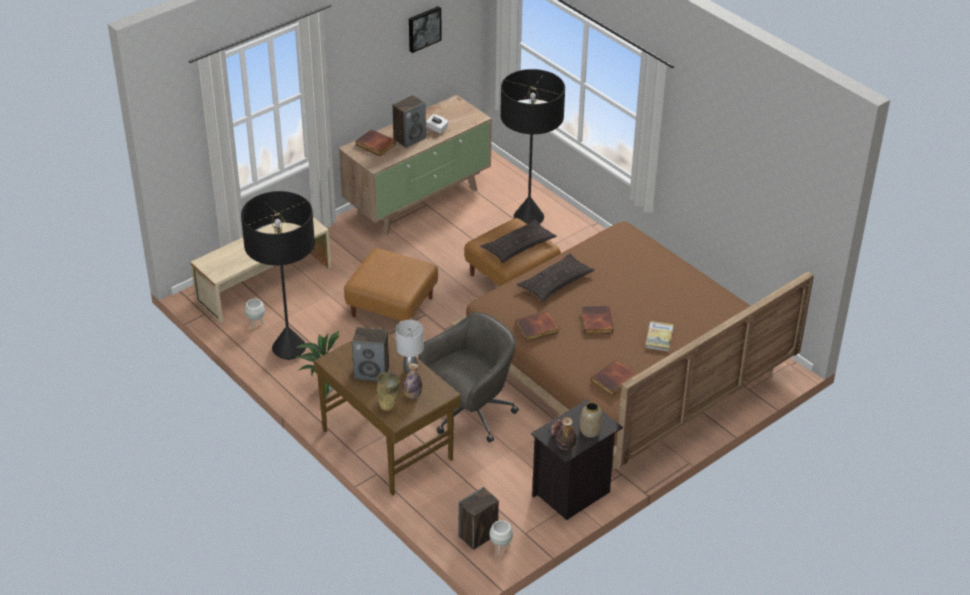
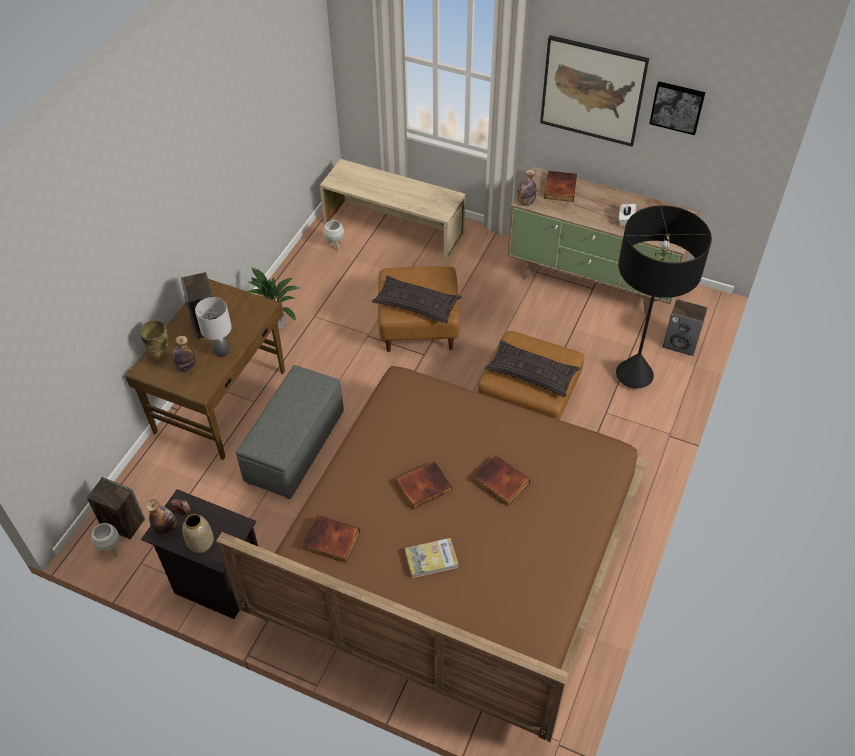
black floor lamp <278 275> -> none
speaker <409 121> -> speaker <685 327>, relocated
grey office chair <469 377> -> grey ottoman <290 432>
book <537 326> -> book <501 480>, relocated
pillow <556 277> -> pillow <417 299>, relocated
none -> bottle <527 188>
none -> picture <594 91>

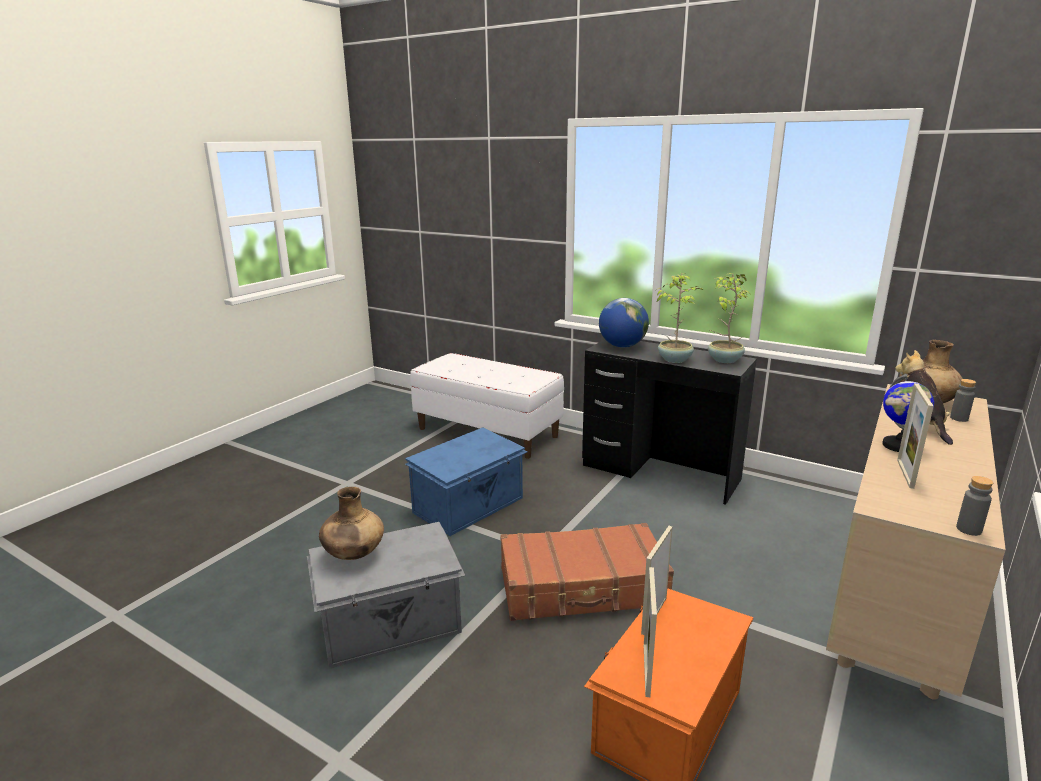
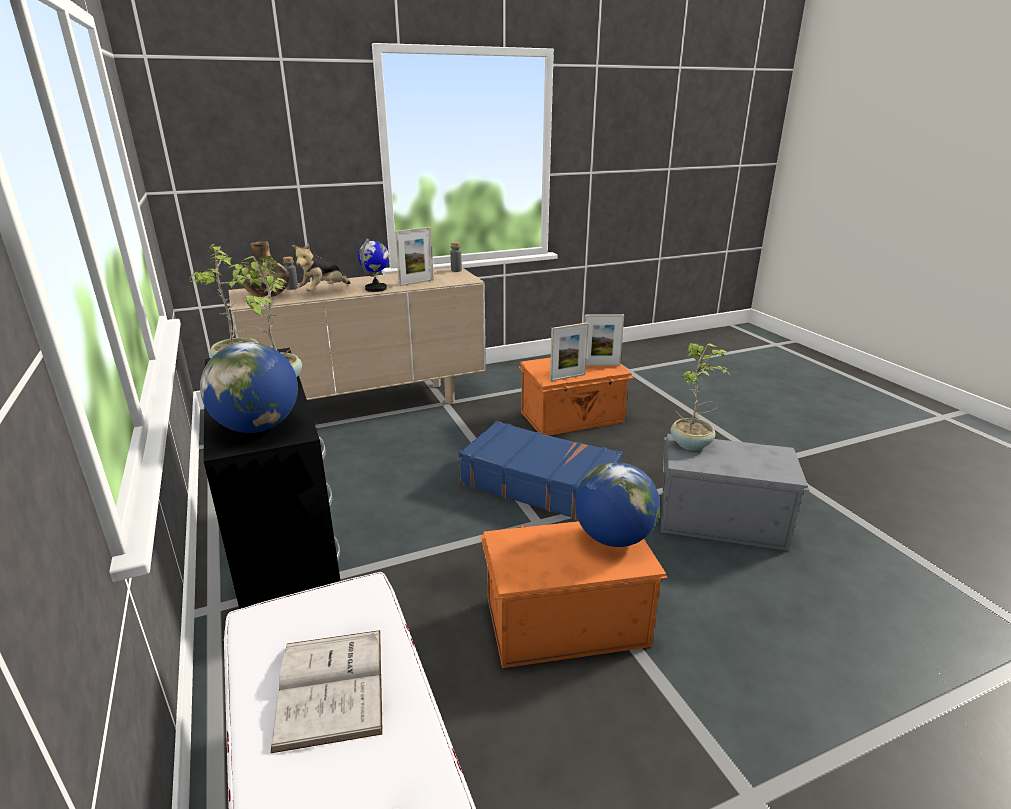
brown vase <351 523> -> none
blue storage box <466 481> -> orange storage box <573 594>
brown suitcase <587 572> -> blue suitcase <541 470>
picture frame <650 632> -> picture frame <604 340>, 45 degrees clockwise
none -> white book <326 691>
none -> globe <617 504>
none -> potted plant <700 396>

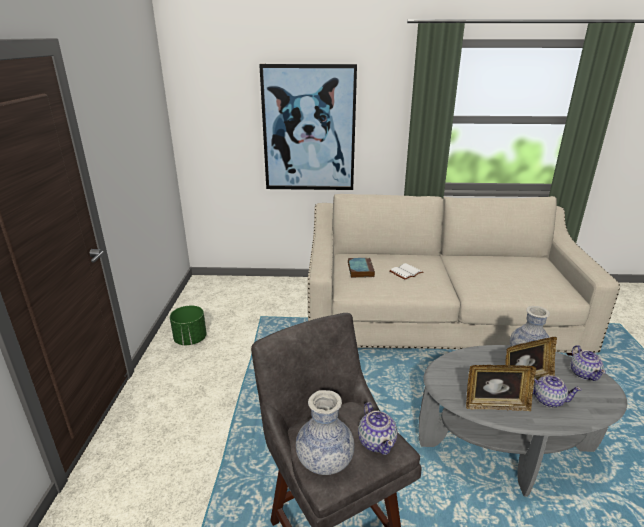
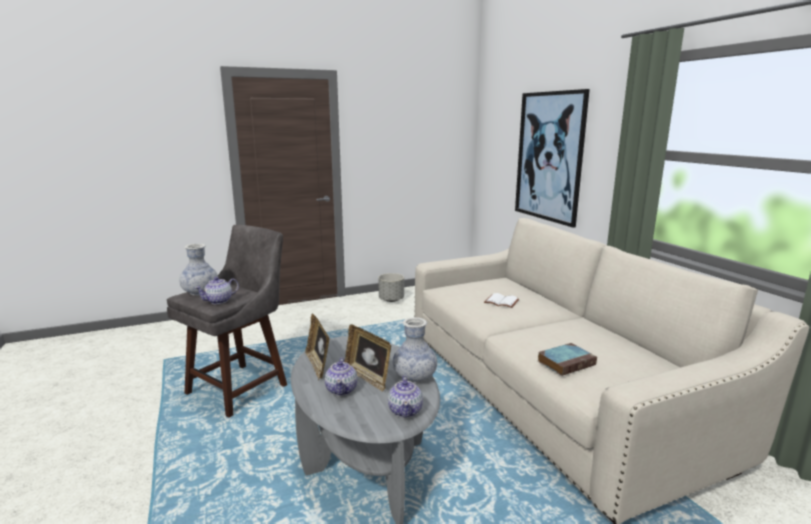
green planter <188 325> -> grey planter <391 287>
book <361 268> -> book <567 359>, relocated
teapot <588 363> -> teapot <405 397>, 60 degrees counterclockwise

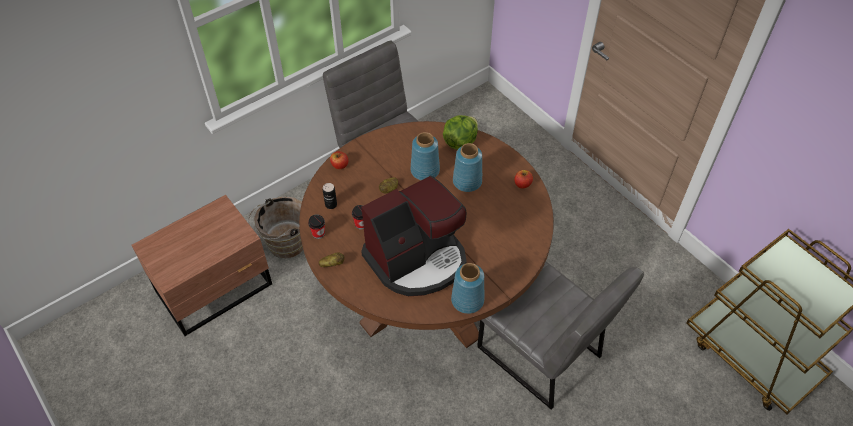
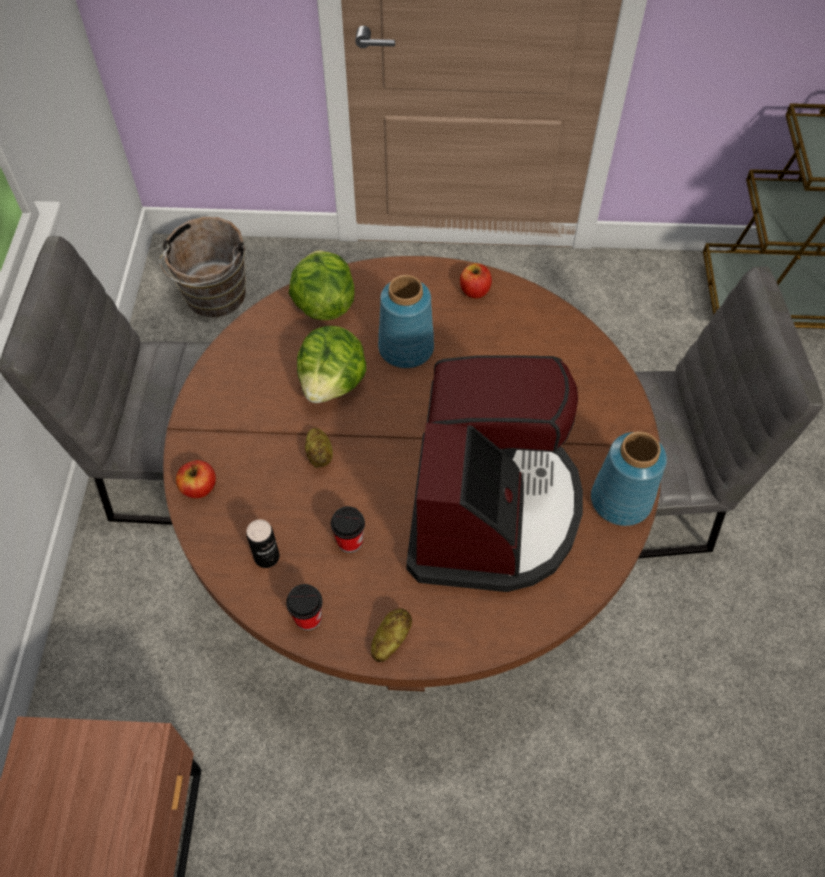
brown bucket <275 227> -> brown bucket <201 267>, relocated
blue vase <425 156> -> lettuce <331 364>

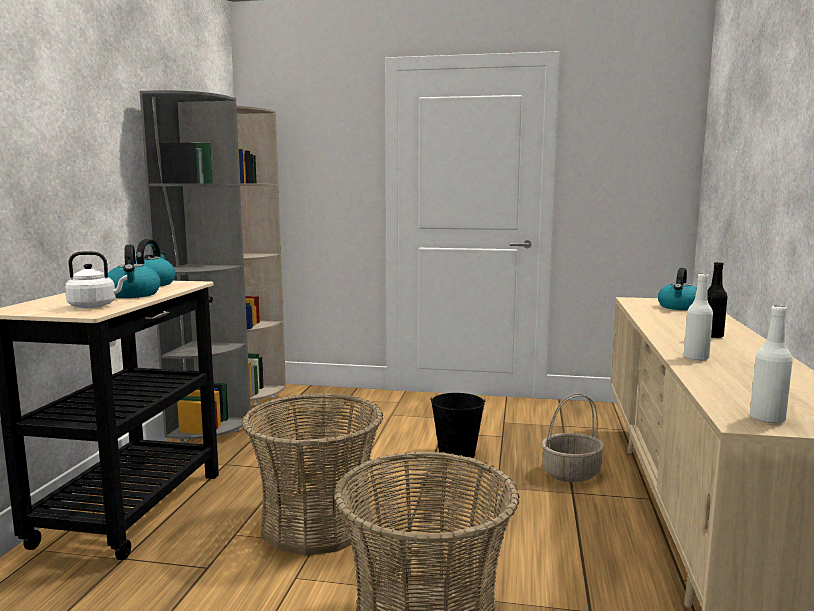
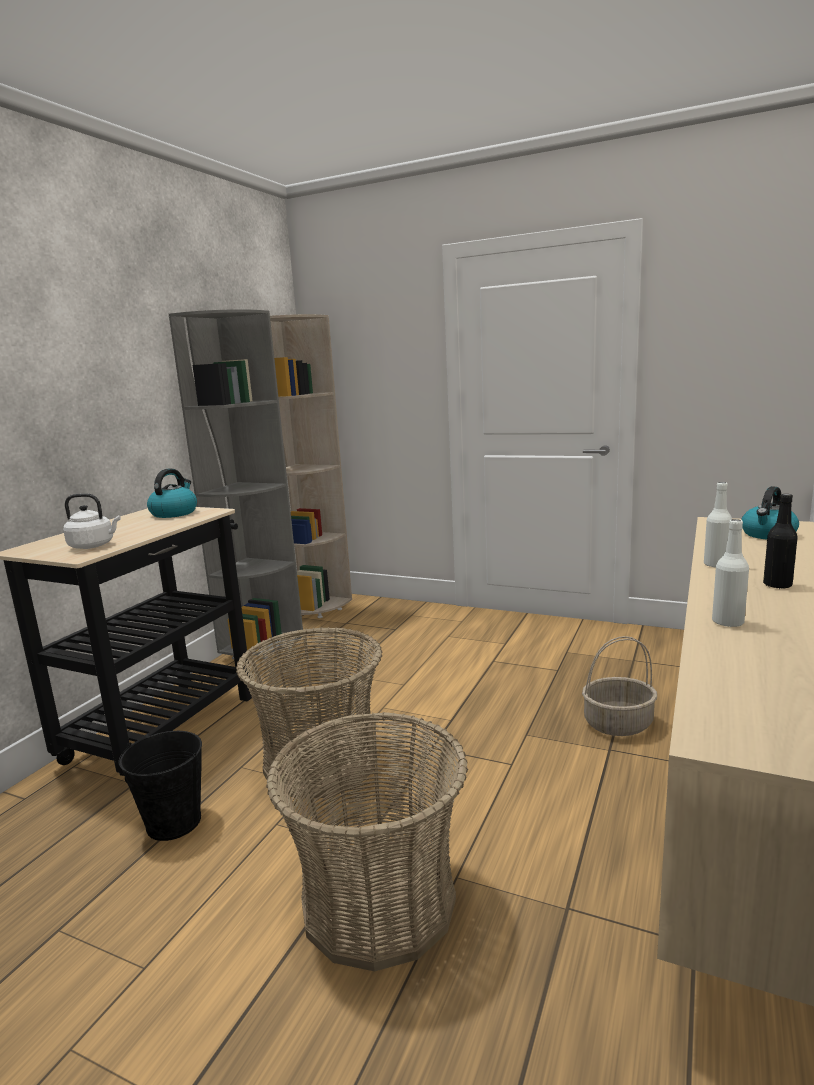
kettle <134 271> -> none
black bucket <458 427> -> black bucket <160 786>, relocated
white bottle <771 365> -> white bottle <718 525>, relocated

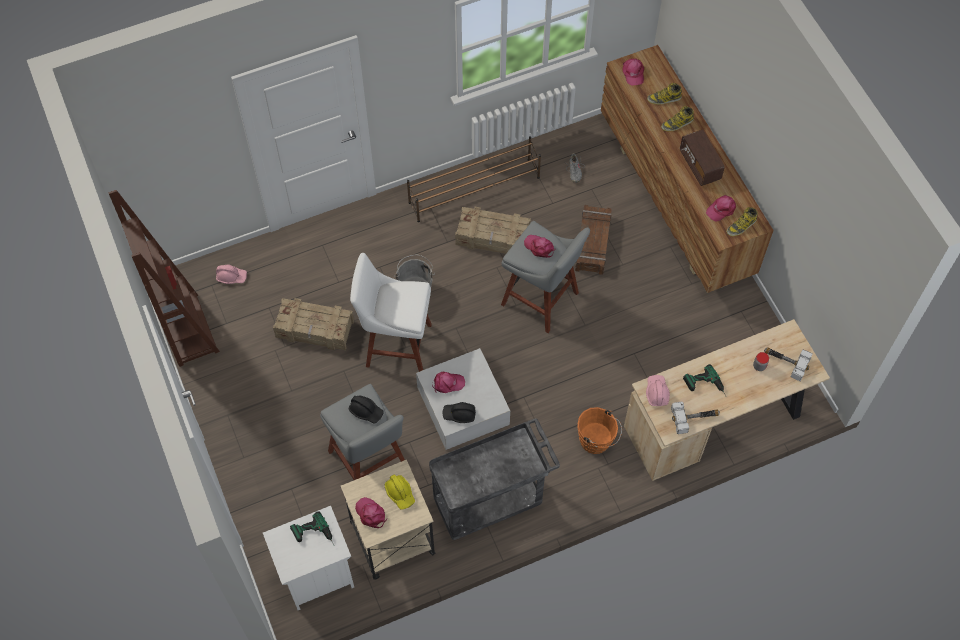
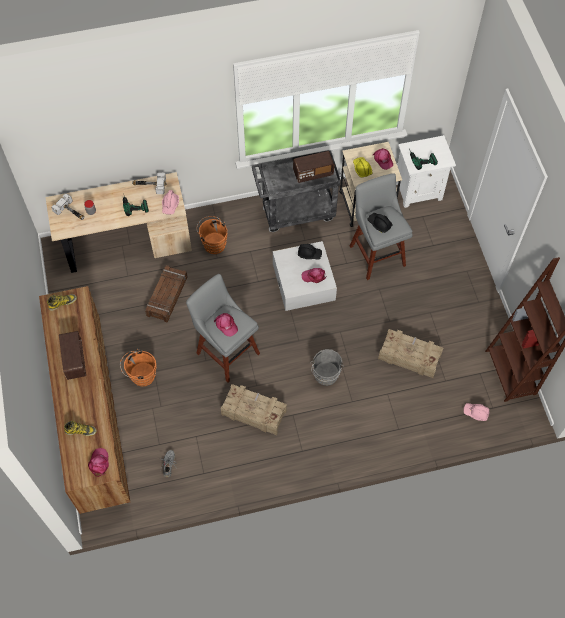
white stool <391 312> -> none
brown shoe rack <474 179> -> none
crate <593 240> -> crate <166 294>, relocated
boot <677 118> -> none
pink cap <721 208> -> none
none -> orange bucket <138 367>
none -> radio <313 167>

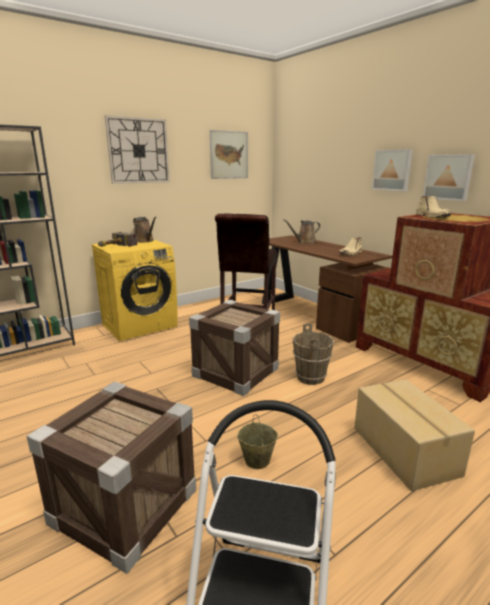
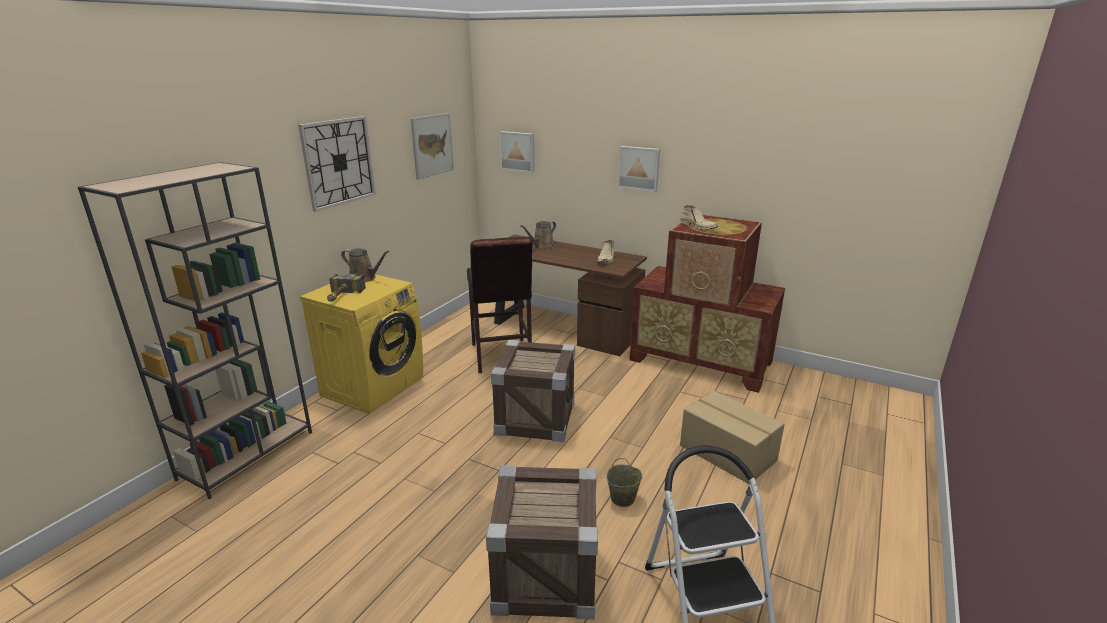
brown bucket <313 354> -> none
picture <449 177> -> picture <517 152>, relocated

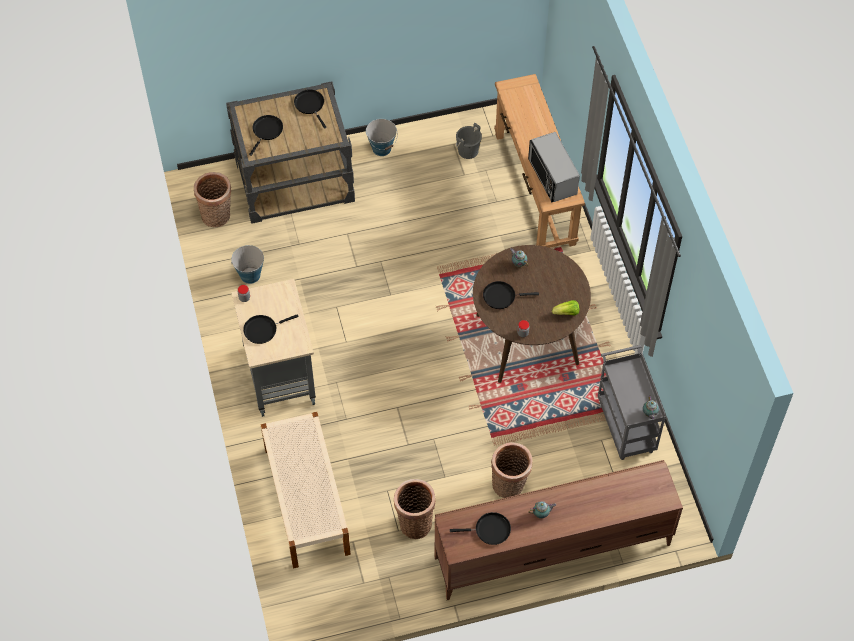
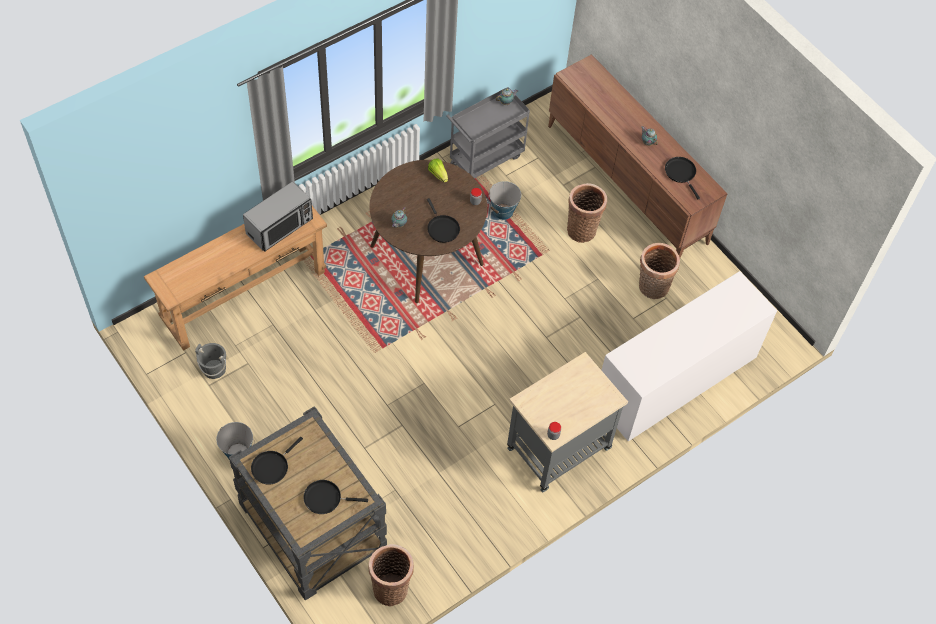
bucket <247 264> -> bucket <504 200>, relocated
black frying pan <271 329> -> none
beige bench <306 490> -> dresser <689 356>

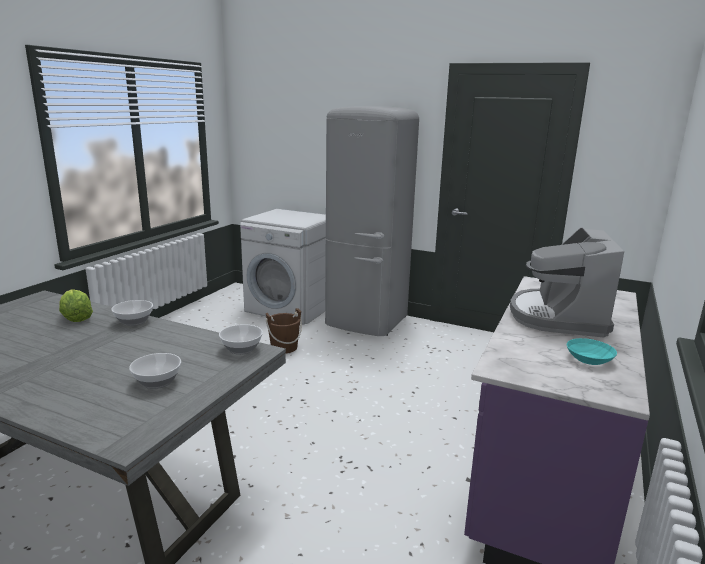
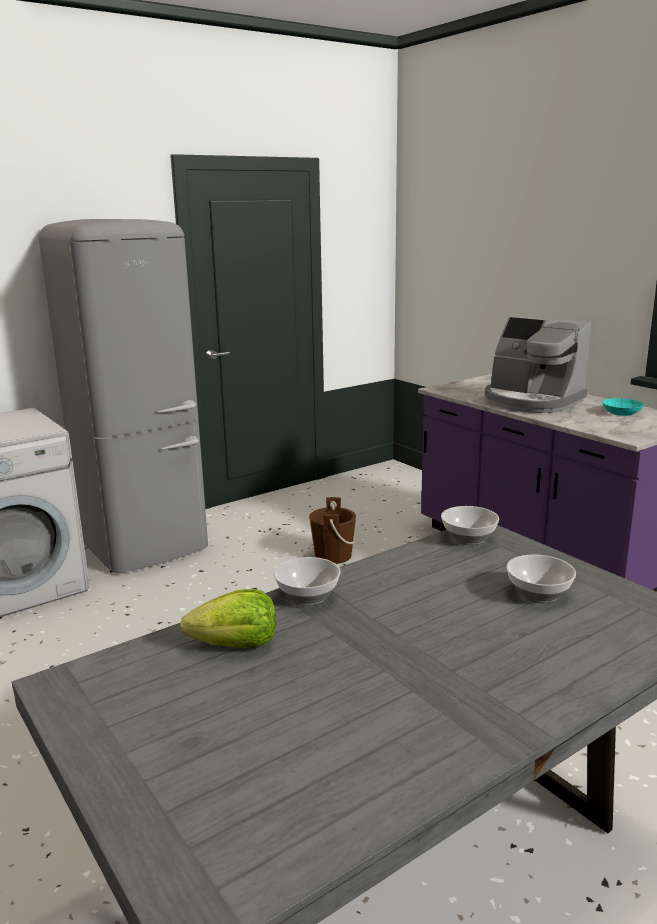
brown bucket <284 330> -> brown bucket <332 530>, relocated

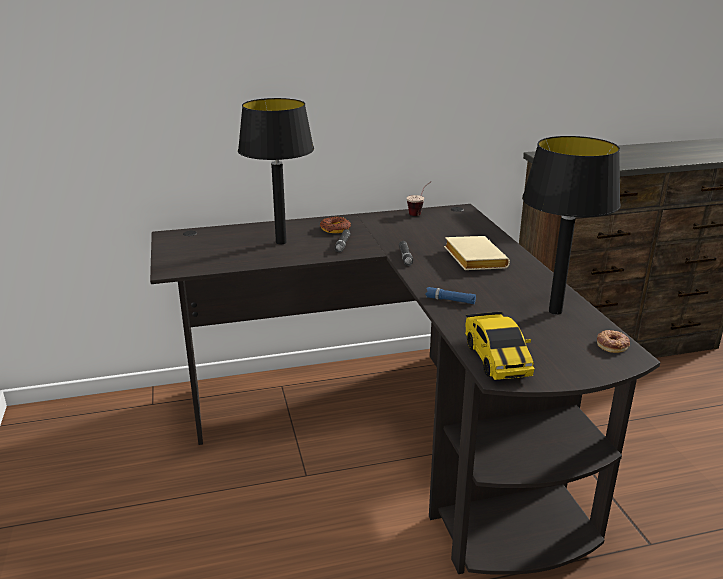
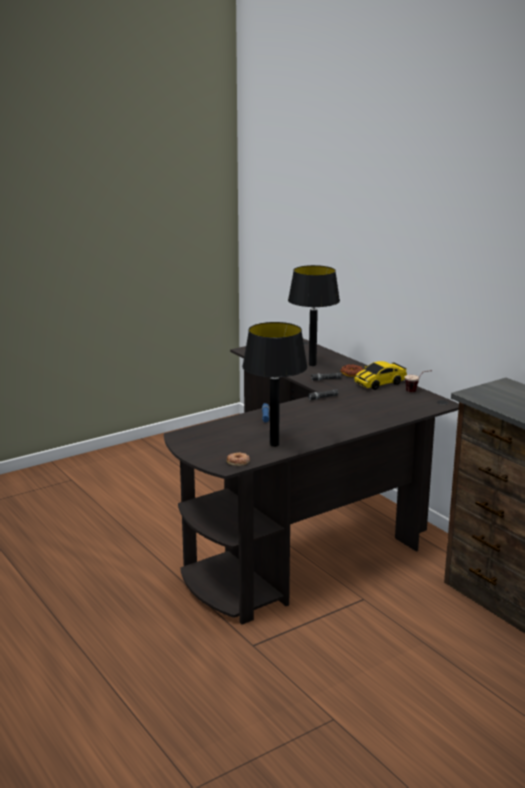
beige book <477 253> -> none
toy car <500 346> -> toy car <380 375>, relocated

